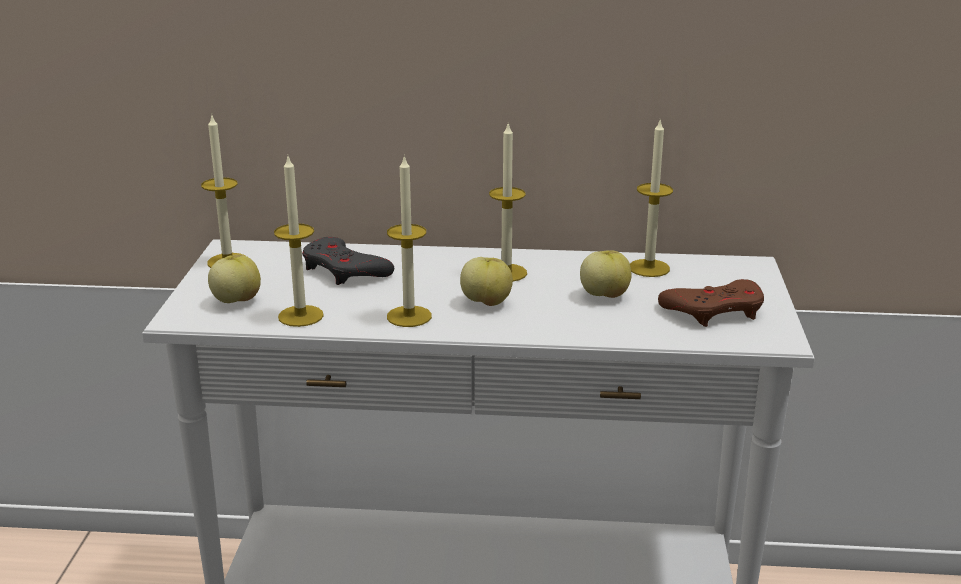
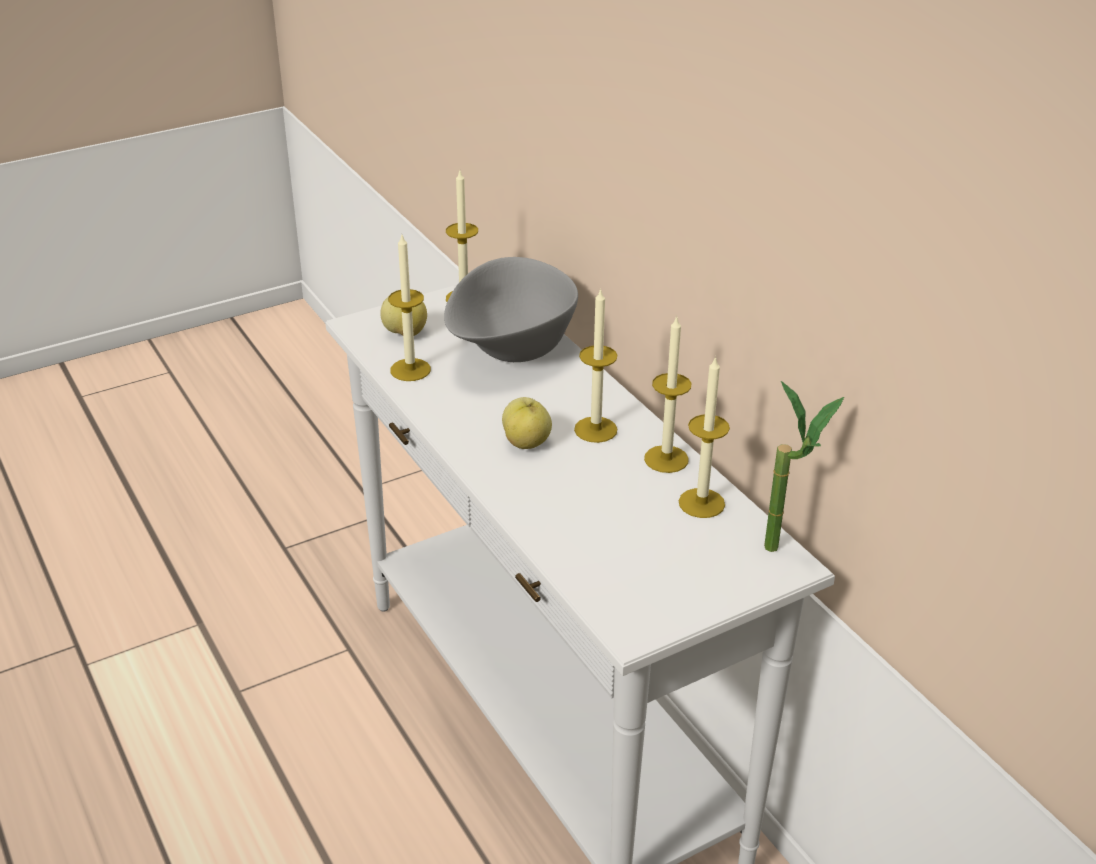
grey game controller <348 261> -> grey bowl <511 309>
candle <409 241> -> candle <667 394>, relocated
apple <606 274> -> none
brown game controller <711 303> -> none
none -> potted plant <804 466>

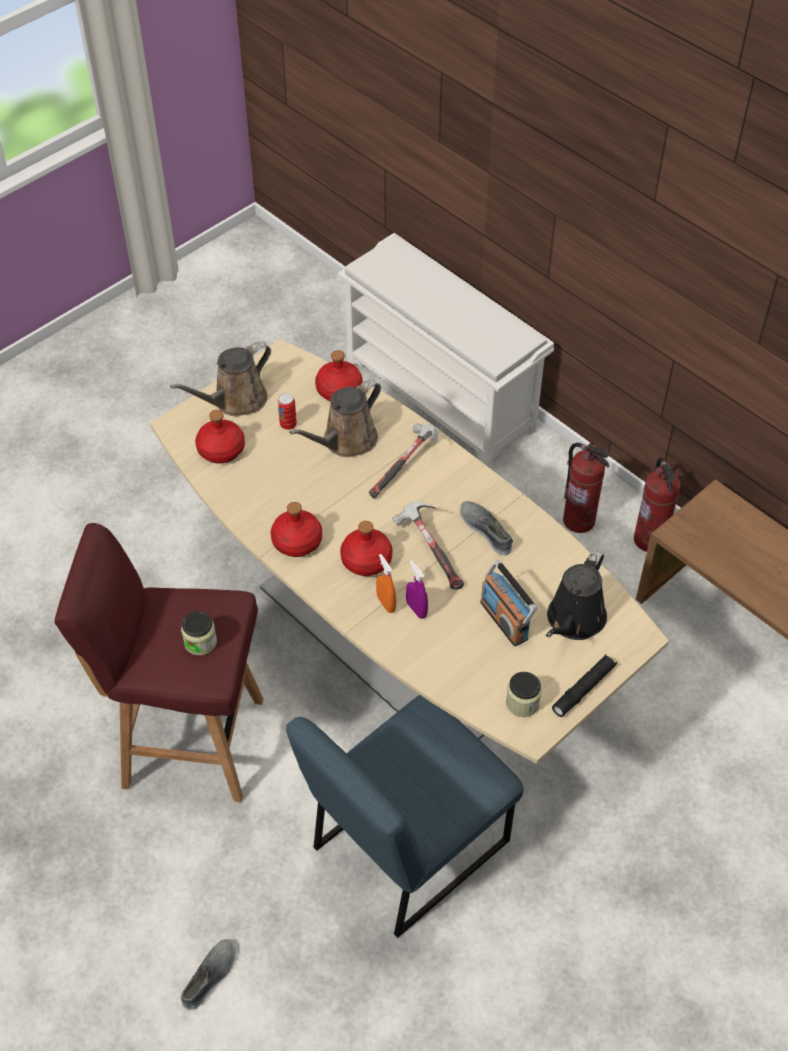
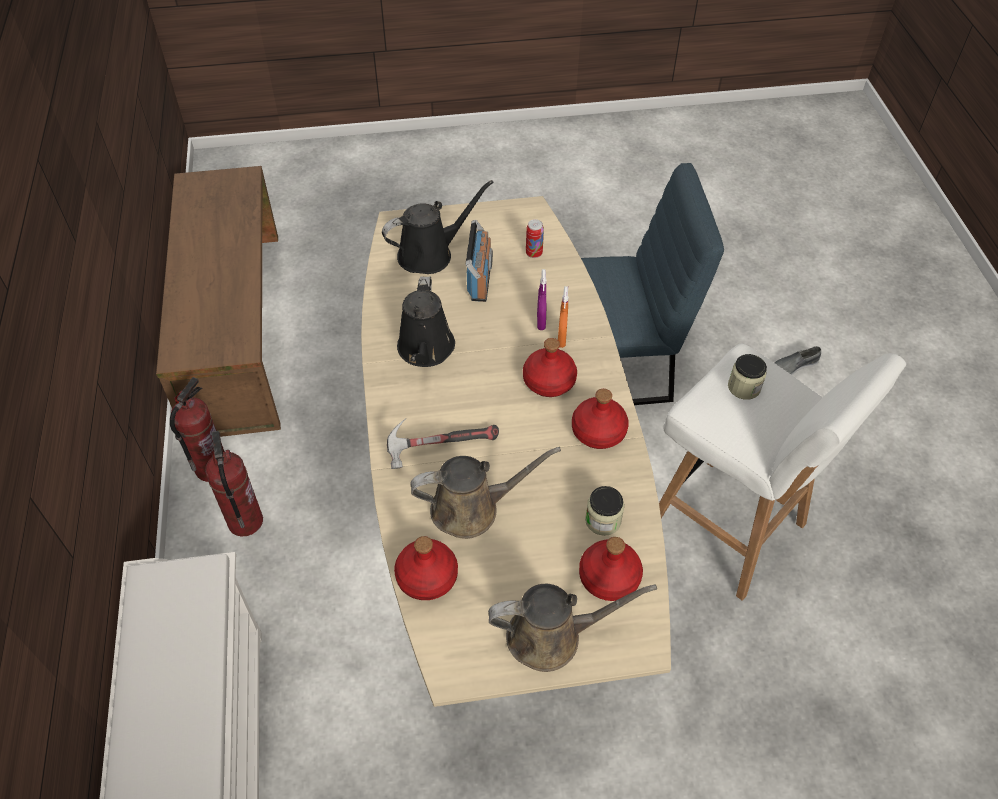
red stool <159 662> -> white stool <782 472>
can <287 411> -> can <535 238>, relocated
hammer <428 546> -> none
grey shoe <486 528> -> black watering can <426 321>
jar <524 694> -> jar <604 511>, relocated
black flashlight <584 685> -> none

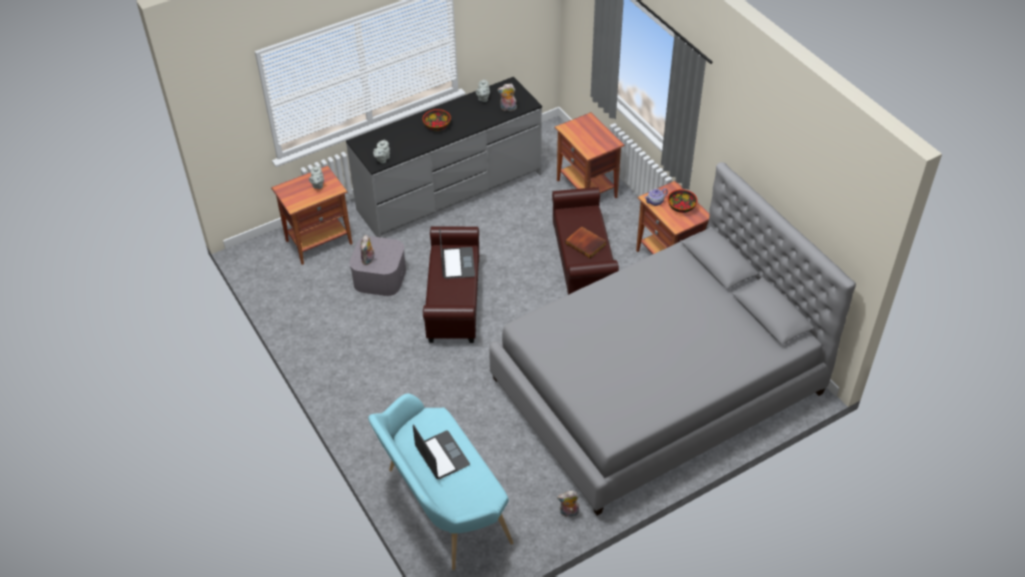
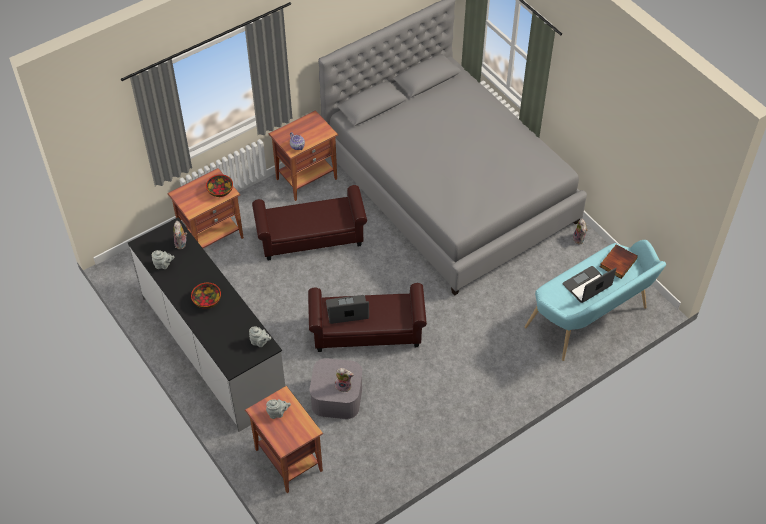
book <585 242> -> book <619 261>, relocated
bowl <682 201> -> bowl <219 185>, relocated

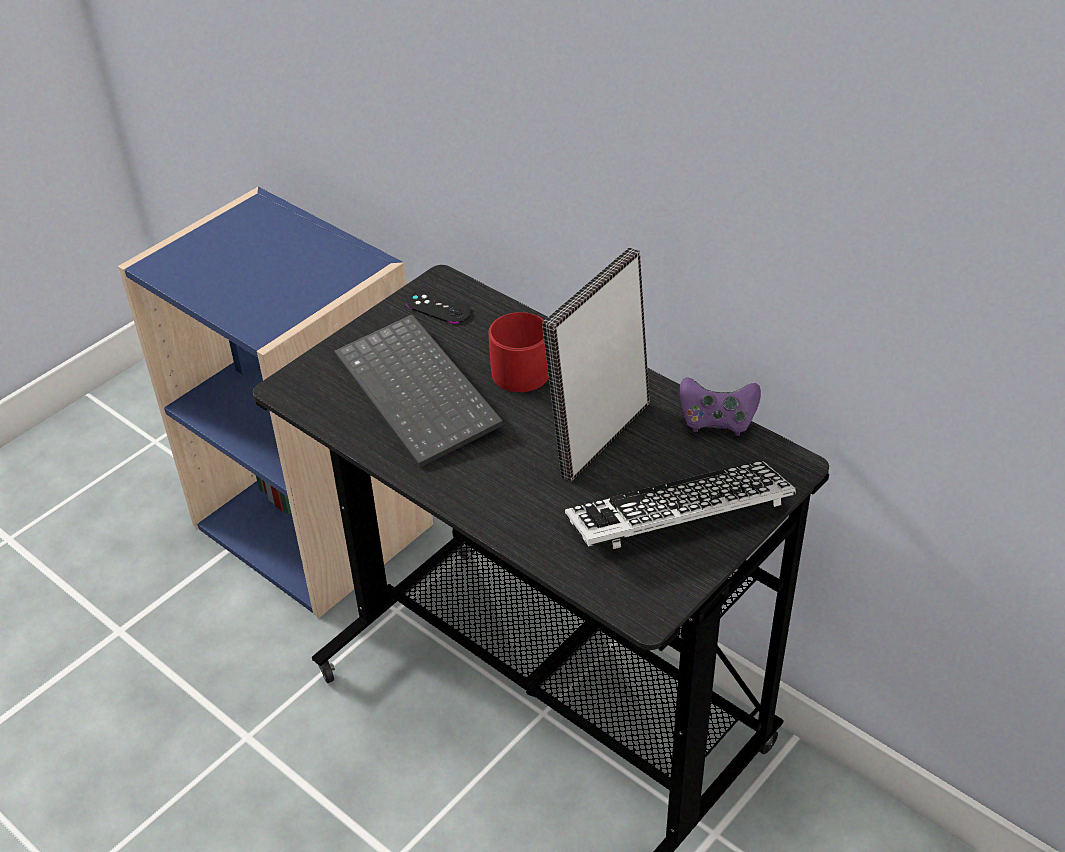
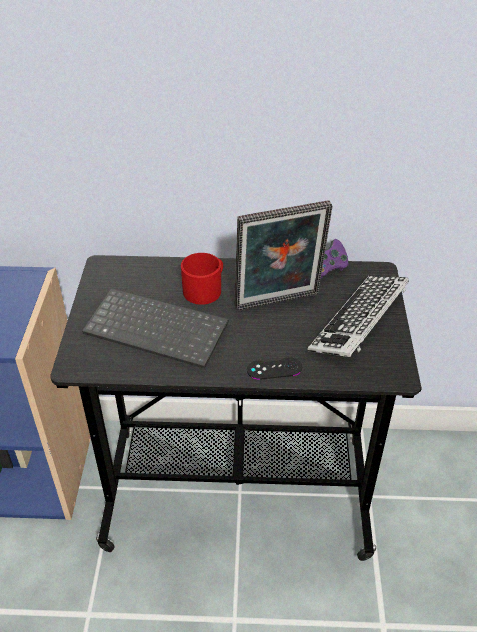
black game controller <438 307> -> black game controller <274 368>, relocated
picture frame <596 364> -> picture frame <283 255>, 105 degrees counterclockwise

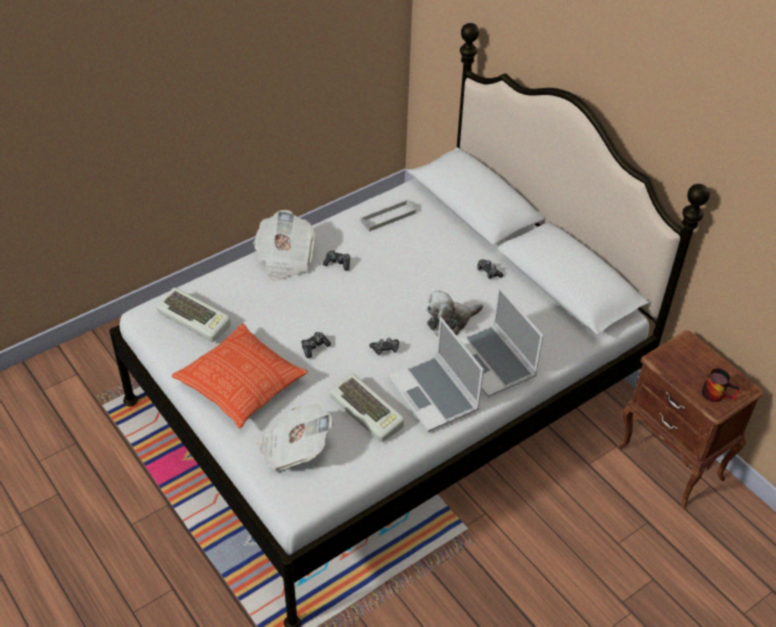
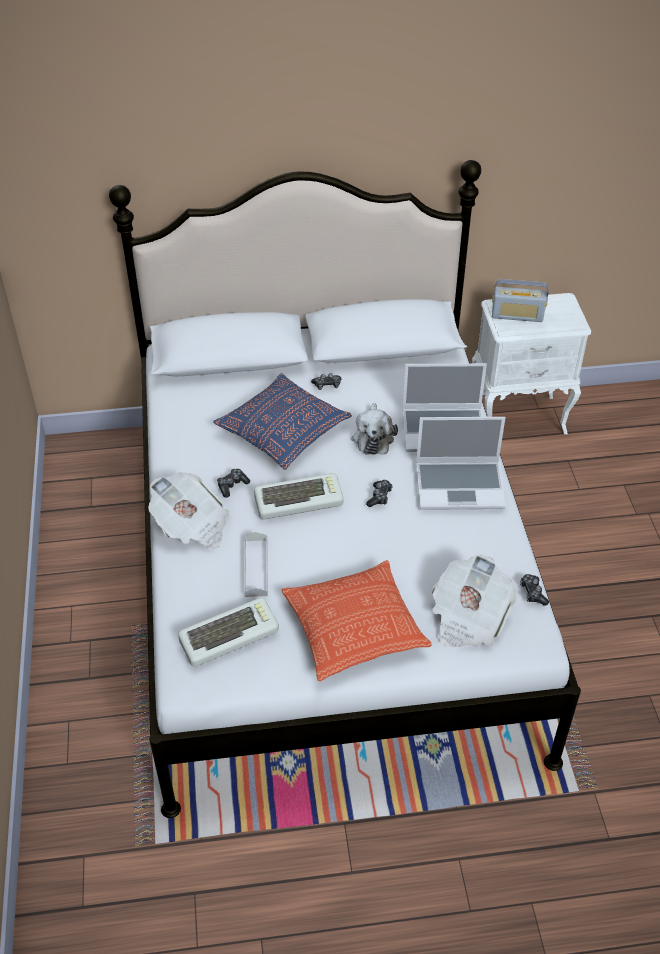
game controller <316 345> -> game controller <534 590>, relocated
keyboard <367 407> -> keyboard <299 496>, relocated
grey tray <388 216> -> grey tray <256 564>, relocated
brown nightstand <690 420> -> white nightstand <531 363>
mug <721 385> -> none
none -> blue pillow <282 421>
none -> radio <520 300>

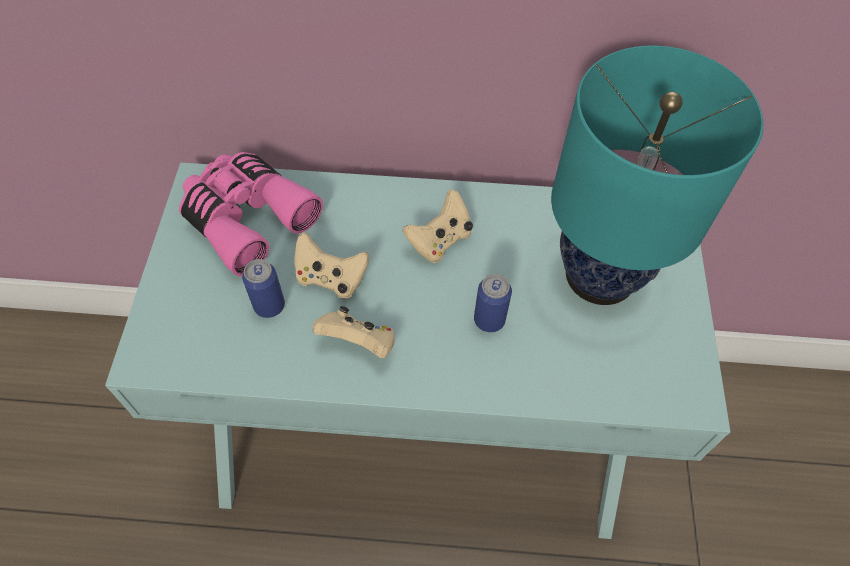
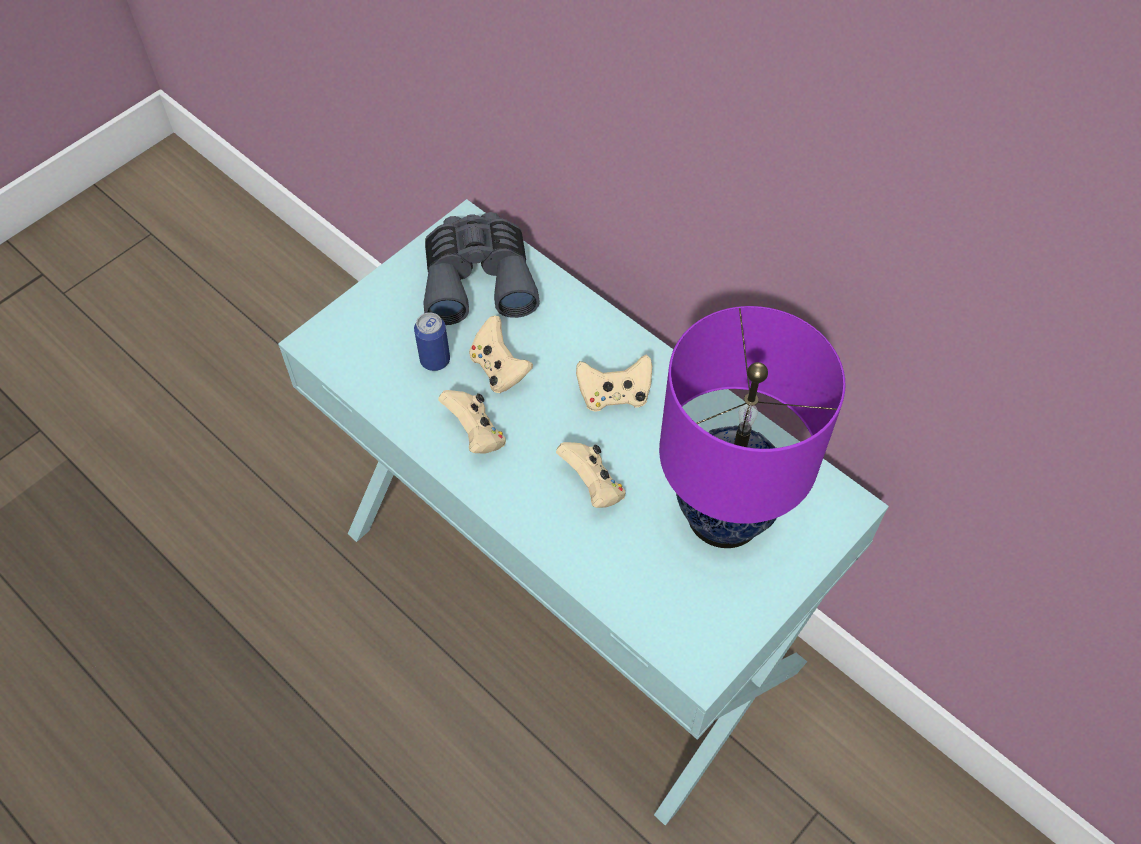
pink binoculars <251 214> -> grey binoculars <482 268>
can <493 303> -> beige game controller <591 475>
turquoise table lamp <657 175> -> purple table lamp <752 427>

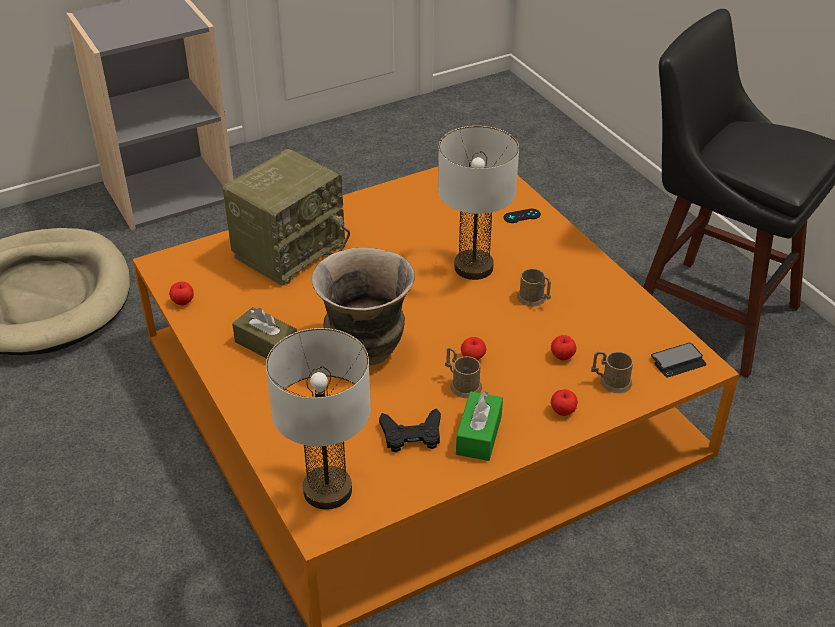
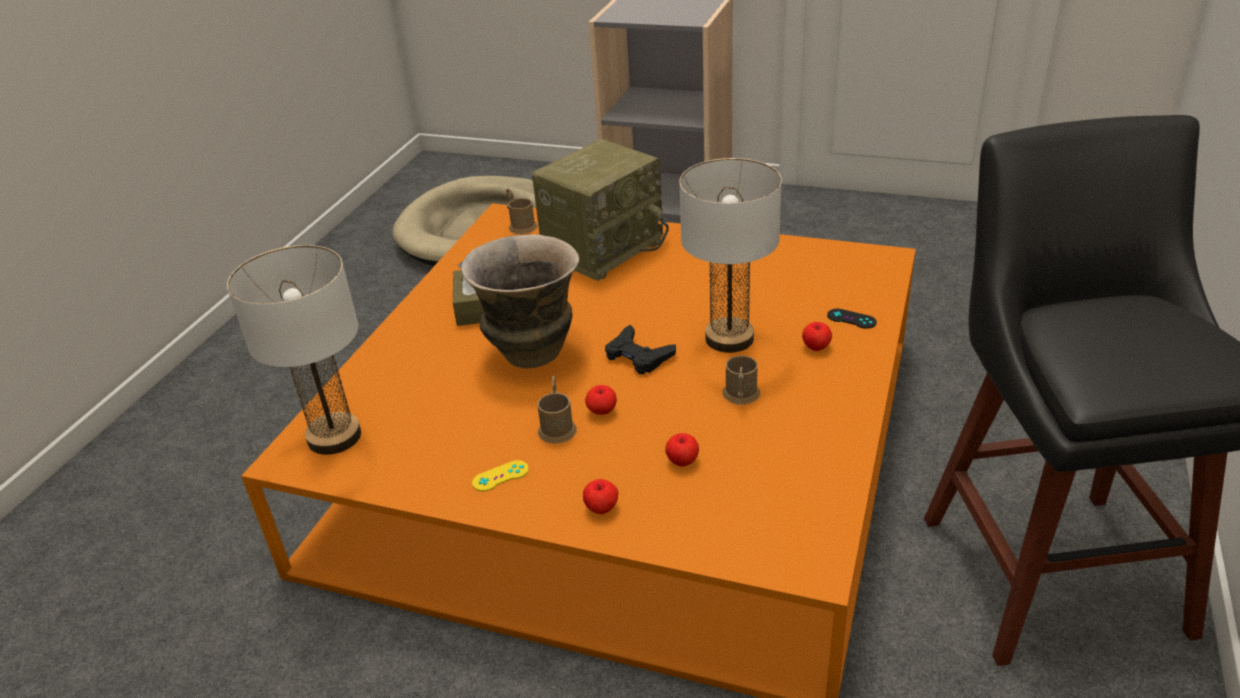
apple <181 294> -> apple <817 336>, relocated
radio <286 217> -> radio <600 210>, 45 degrees counterclockwise
black game controller <410 430> -> black game controller <640 349>, relocated
green tissue box <479 426> -> yellow game controller <500 476>
brown mug <612 372> -> brown mug <522 211>, relocated
phone <678 360> -> none

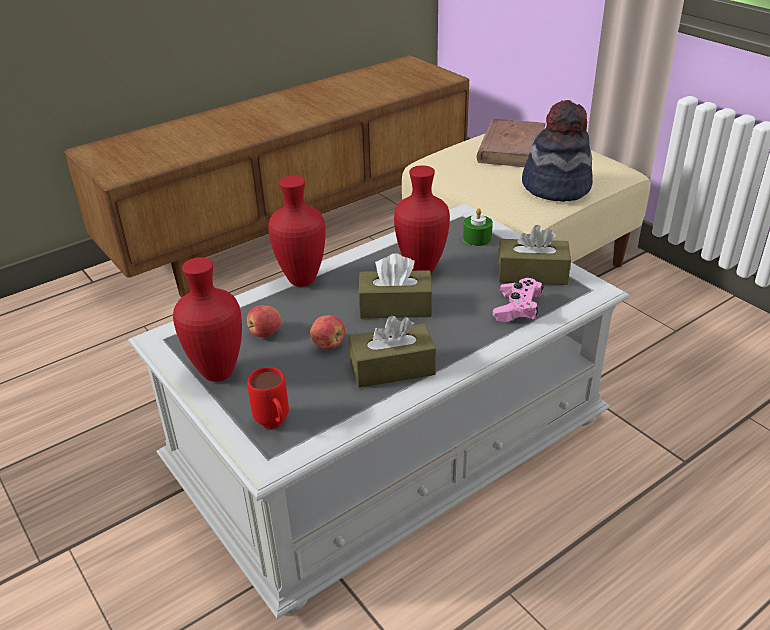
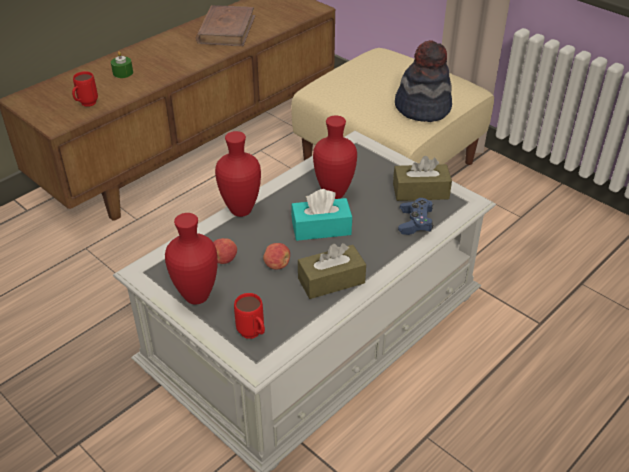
brown tissue box <395 285> -> turquoise tissue box <321 215>
green candle <478 227> -> green candle <122 64>, relocated
brown book <511 143> -> brown book <225 25>, relocated
pink game controller <518 300> -> blue game controller <416 216>
none -> red mug <85 89>

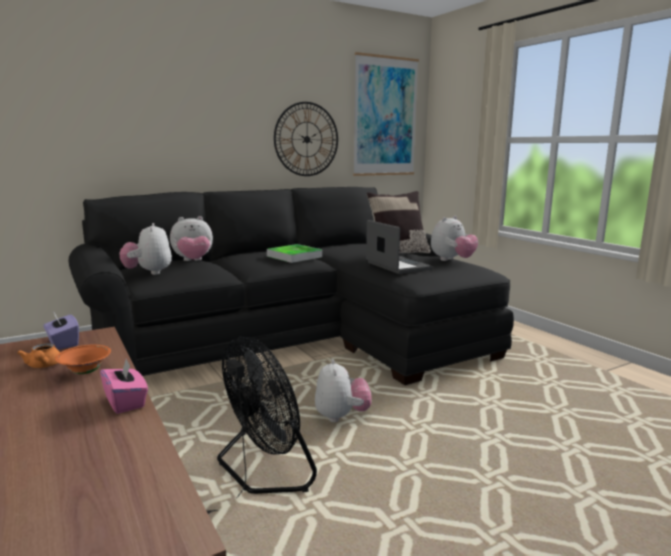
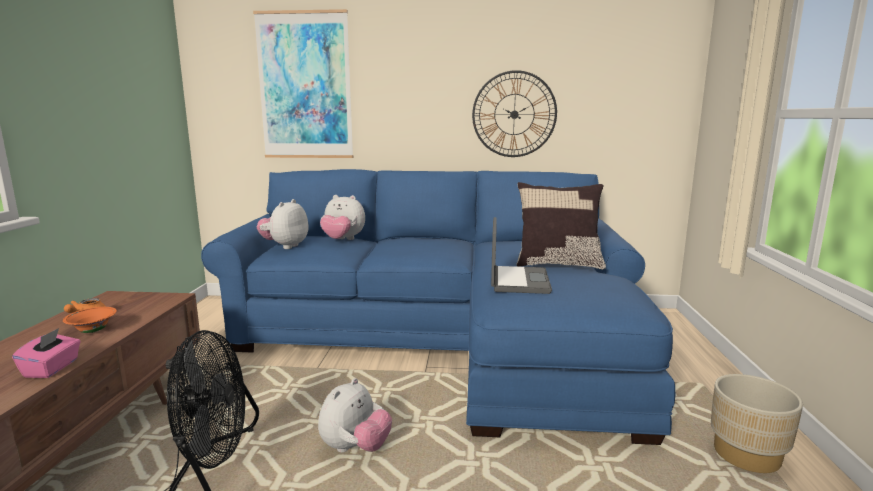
purple tissue box <61 330> -> none
black sofa <291 286> -> blue sofa <438 307>
tray <294 253> -> none
picture <386 114> -> picture <303 83>, relocated
plush toy <454 238> -> none
none -> beige planter <757 423>

